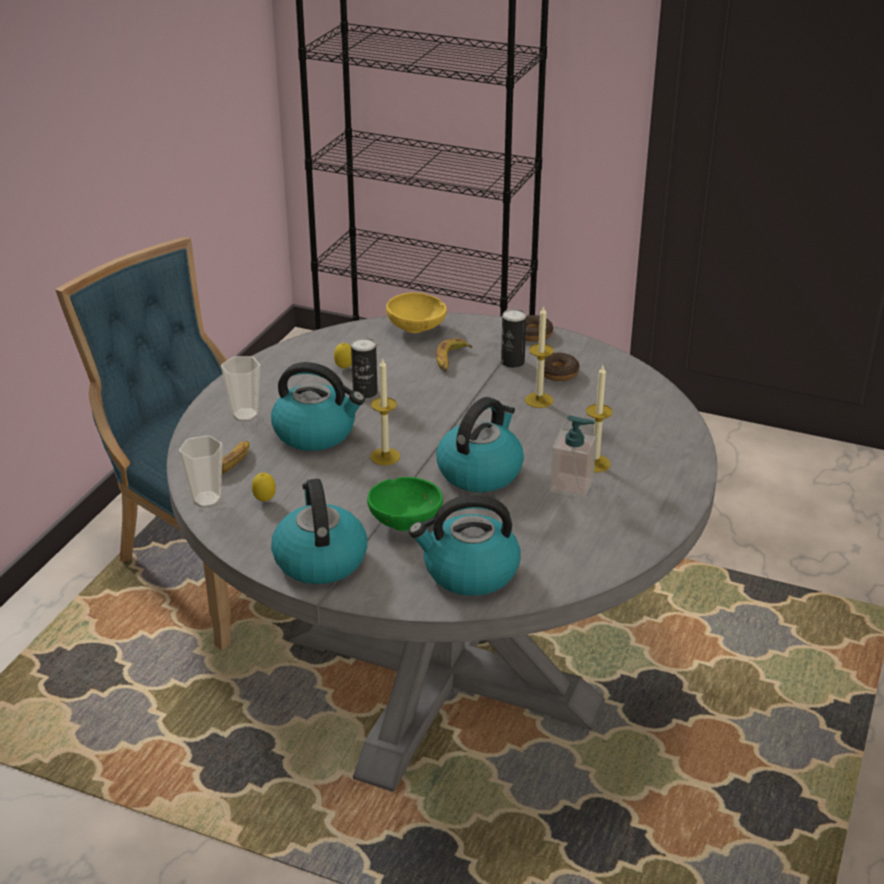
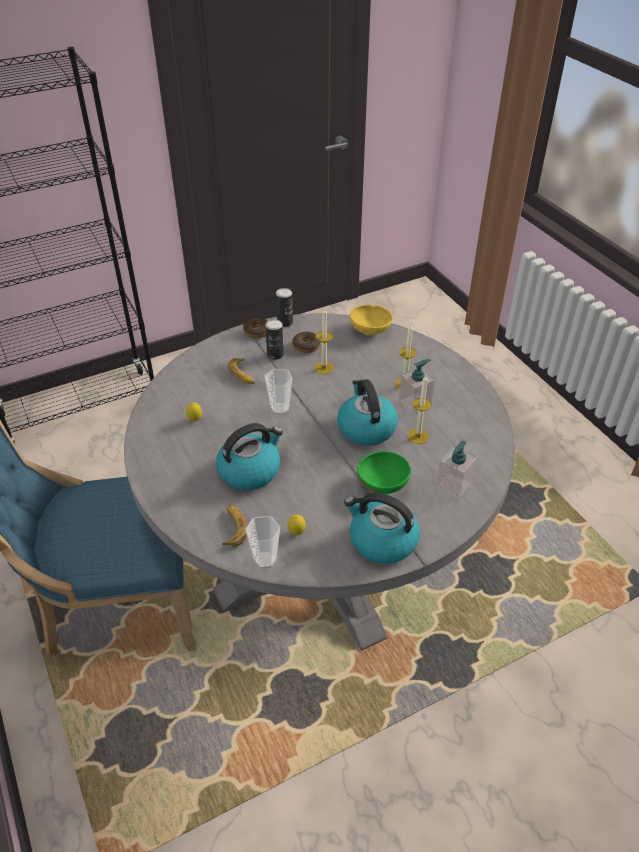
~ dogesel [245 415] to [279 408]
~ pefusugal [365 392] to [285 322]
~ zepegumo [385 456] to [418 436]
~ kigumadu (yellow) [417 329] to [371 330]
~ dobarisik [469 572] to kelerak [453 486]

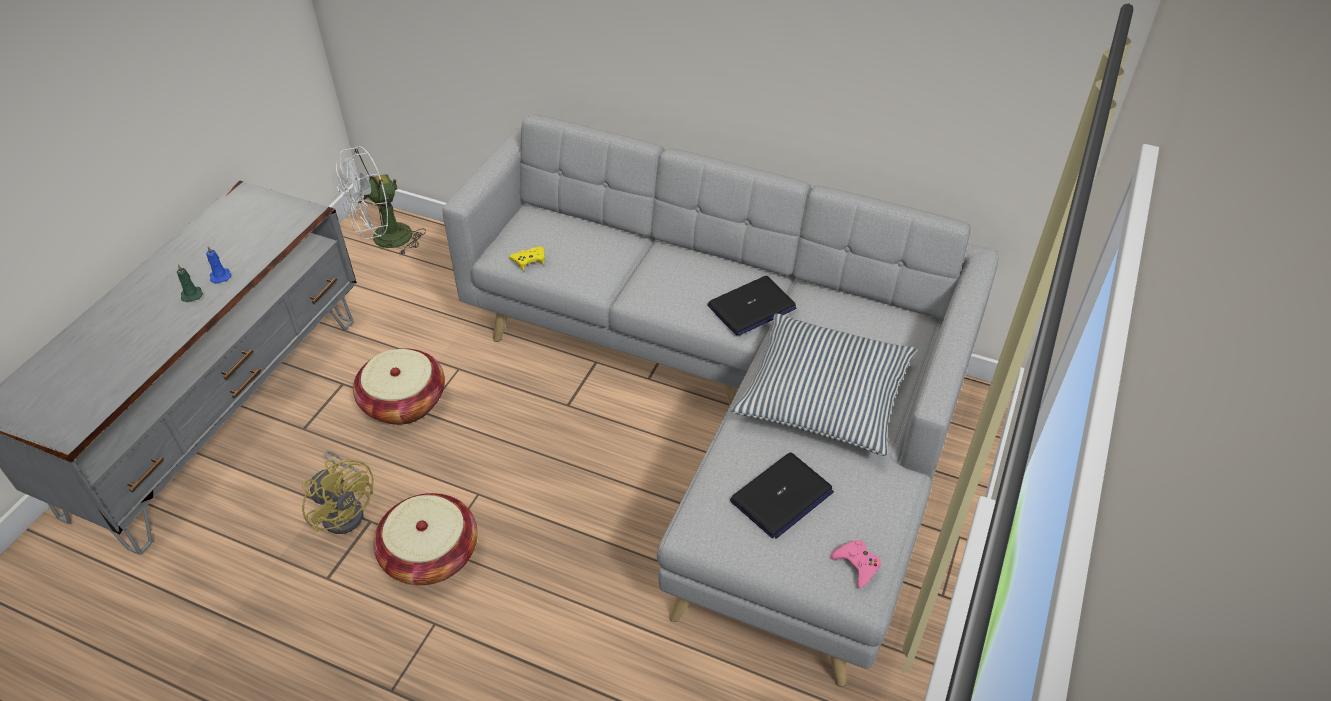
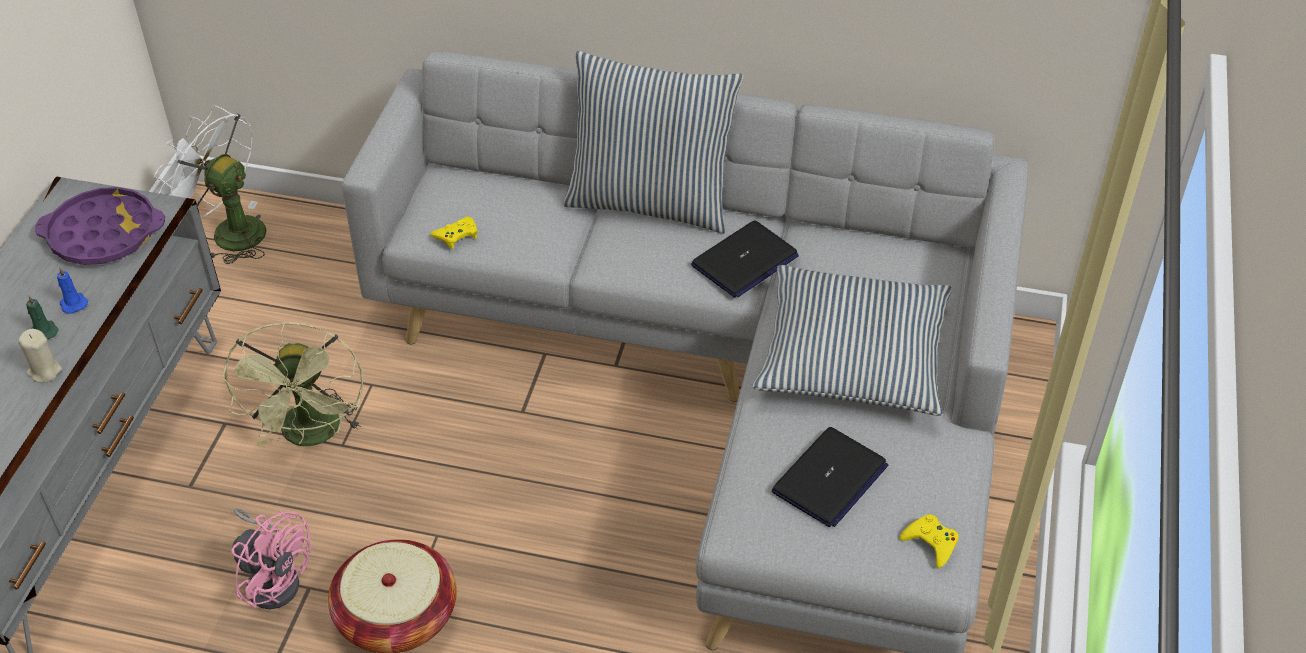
~ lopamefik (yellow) [346 509] to lopamefik (pink) [274 578]
~ lopamefik (white) [384 241] = [228 231] 75 degrees clockwise
~ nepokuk [404 402] to lopamefik (green) [312 436]
~ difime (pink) [857 565] to difime (yellow) [931 543]
+ zepegumo (beige) [44 371]
+ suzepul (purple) [104 234]
+ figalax [650 201]

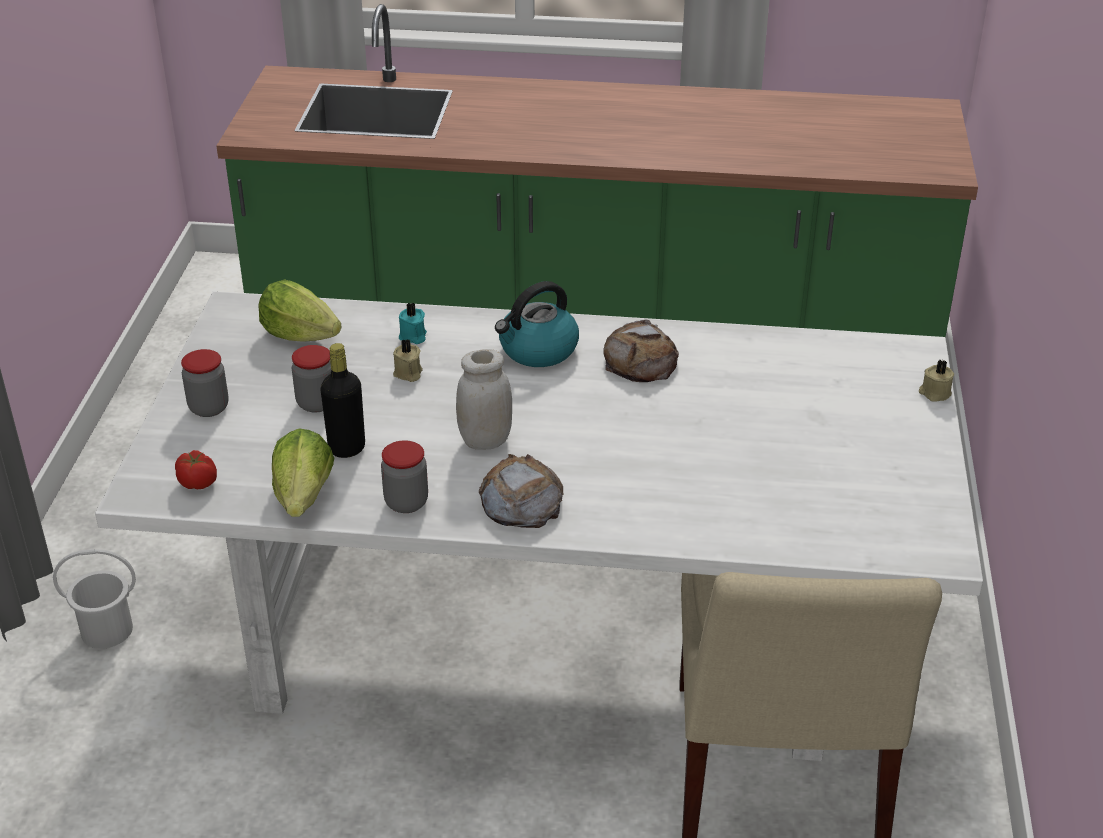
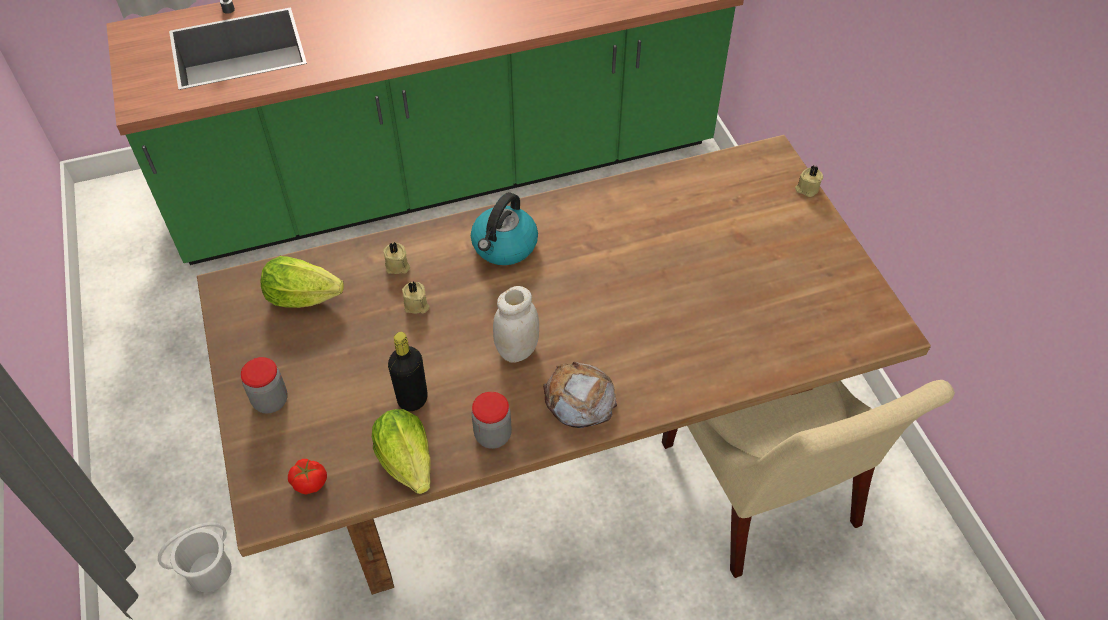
~ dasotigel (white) [554 635] to dasotigel (brown) [555 437]
- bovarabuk [316 403]
~ zepegumo (turquoise) [413 336] to zepegumo (beige) [397 266]
- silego [641 361]

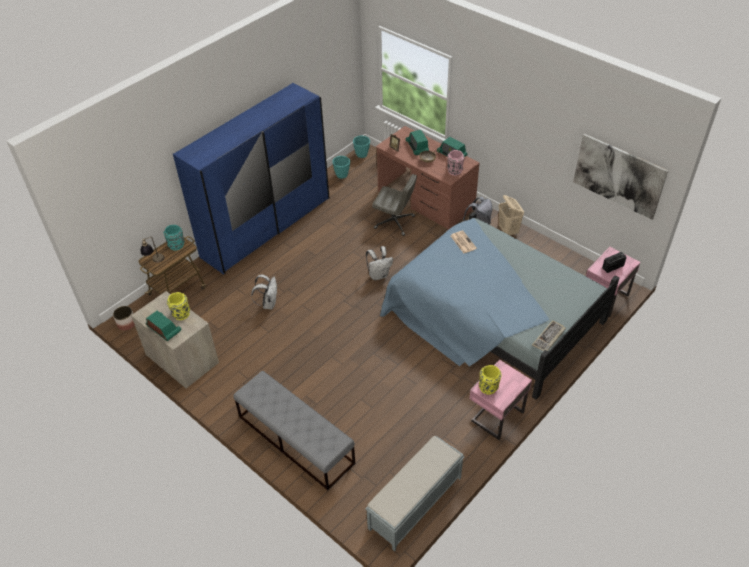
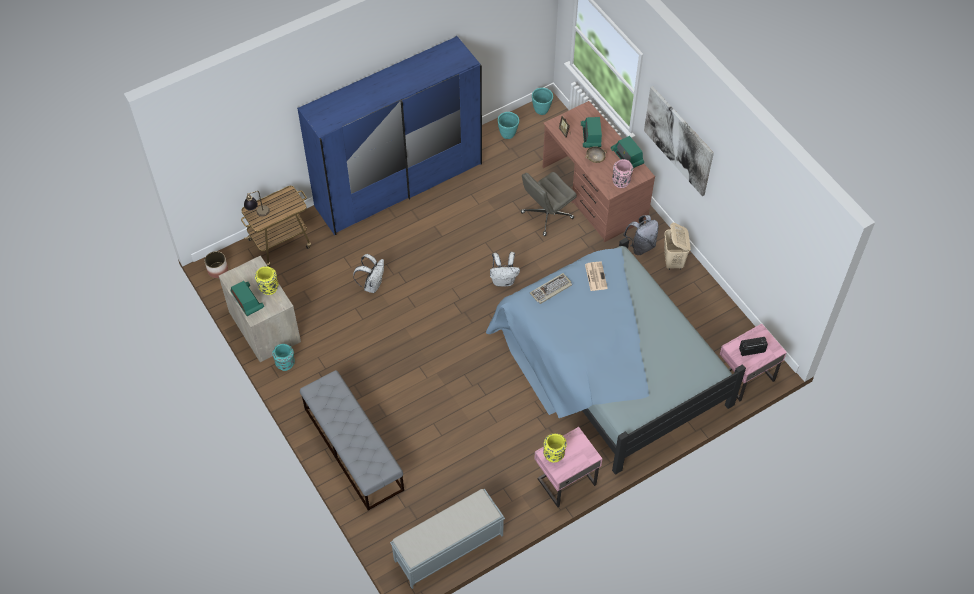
~ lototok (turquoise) [176 245] to [285 364]
~ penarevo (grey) [395 222] = [546 215] 105 degrees clockwise
~ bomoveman [549 337] to [551 290]
~ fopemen [618 175] to [678 140]

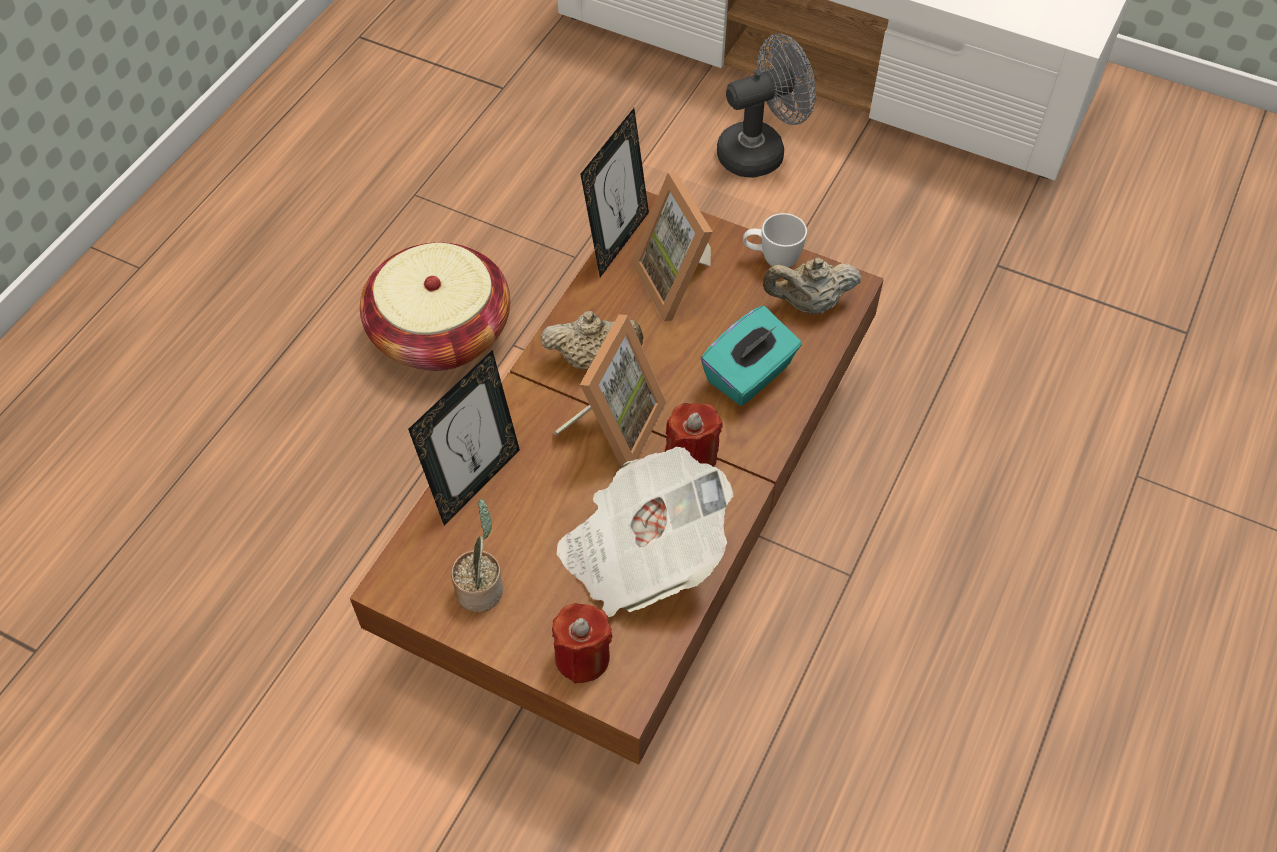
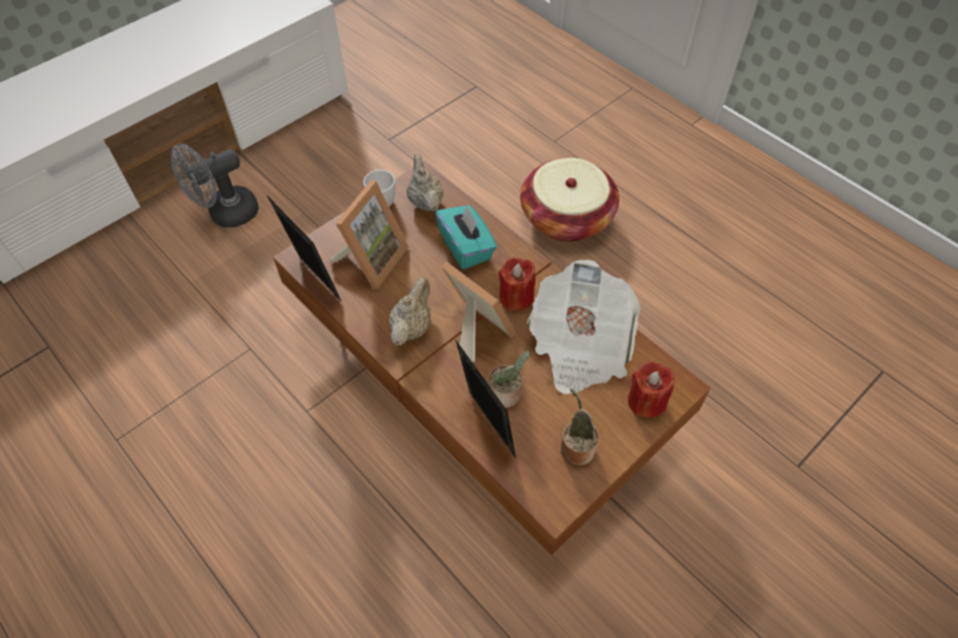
~ nepokuk [440 332] to [566 218]
~ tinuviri [679 282] = [371 259] 60 degrees counterclockwise
~ lopamefik (grey) [760 151] = [226 214] 120 degrees counterclockwise
~ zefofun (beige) [808 304] = [425 201] 150 degrees clockwise
+ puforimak [507 394]

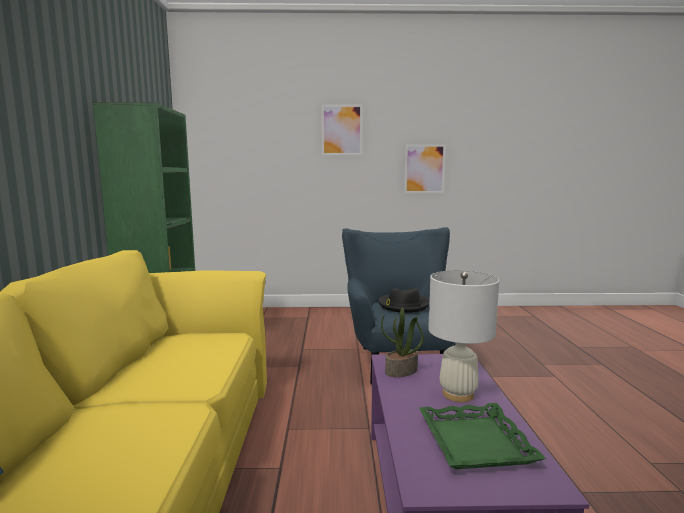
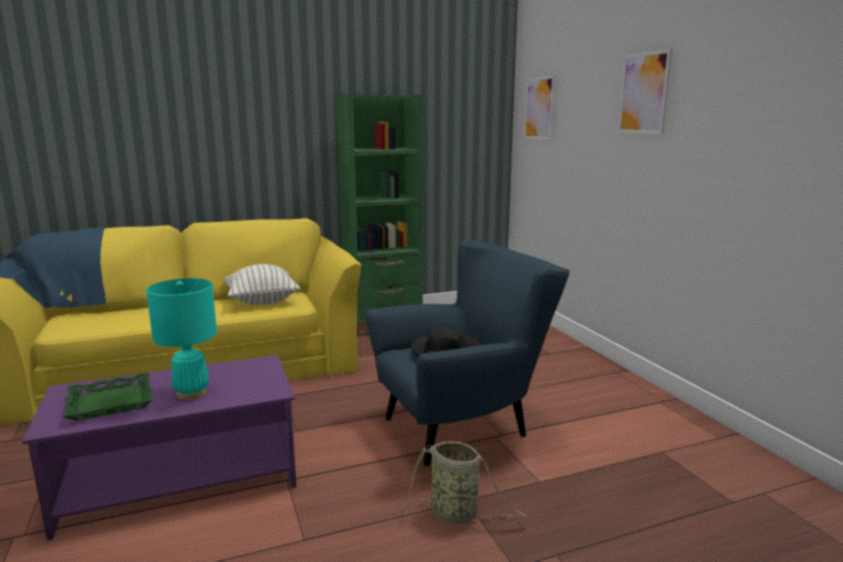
- puforimak [401 371]
~ fopemen [424 169] to [539 108]
~ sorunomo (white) [458 394] to sorunomo (turquoise) [191 393]
+ figalax [262 301]
+ nepokuk [457 515]

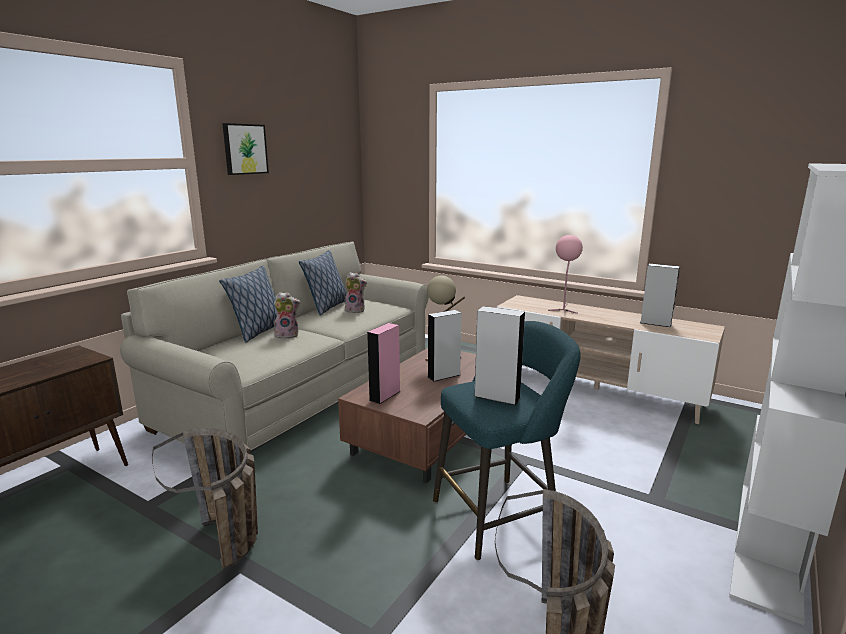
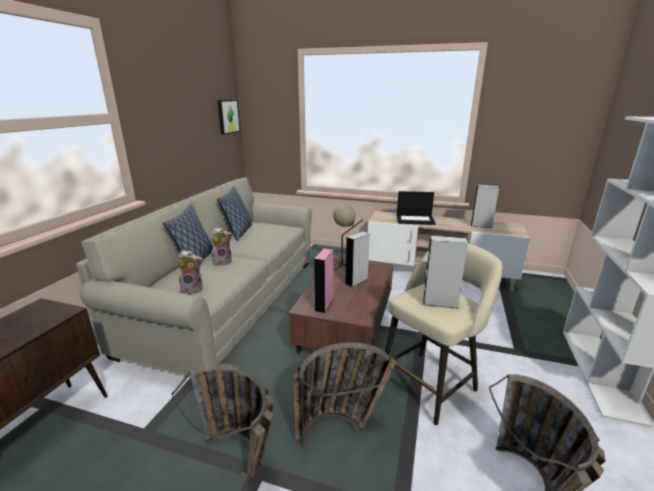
~ fopemen [244 149] to [228 116]
~ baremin [356 310] to [193 289]
~ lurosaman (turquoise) [500 515] to lurosaman (beige) [431 383]
~ sorunomo (pink) [564 309] to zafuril [415 219]
+ nepokuk [342 428]

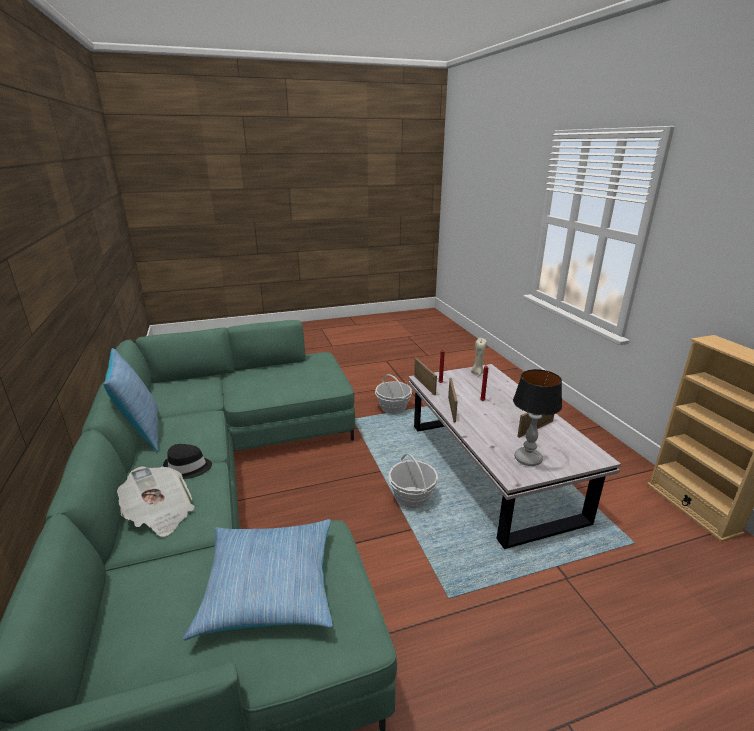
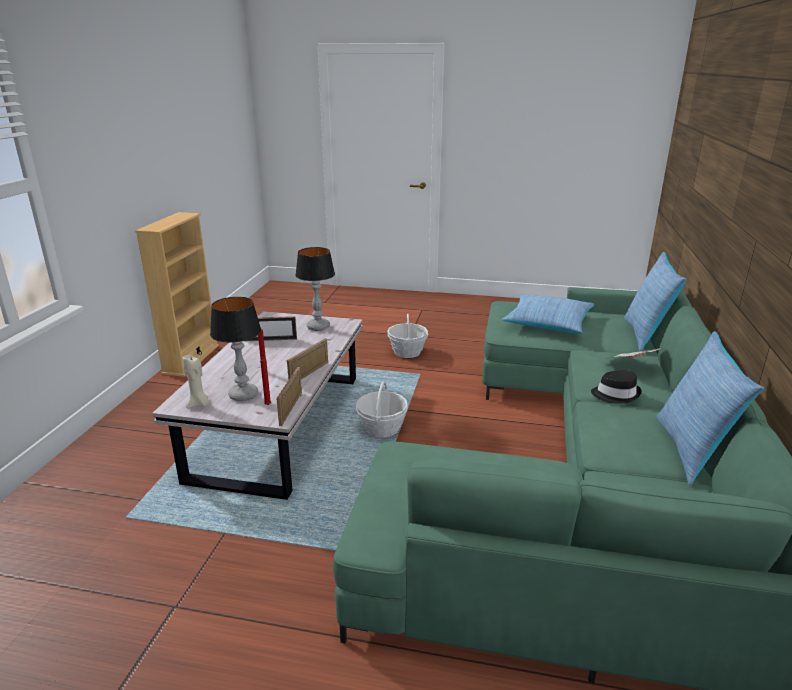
~ nepokuk [393 408] to [407 352]
+ sorunomo [242 395]
+ figalax [646 335]

